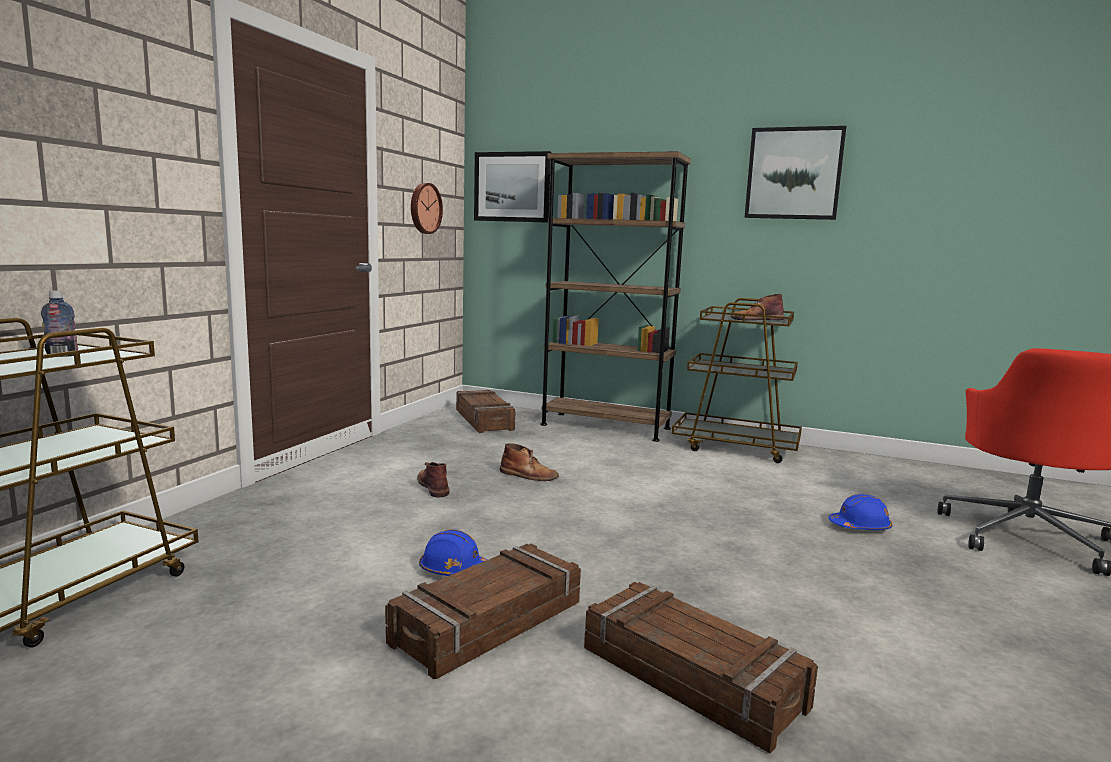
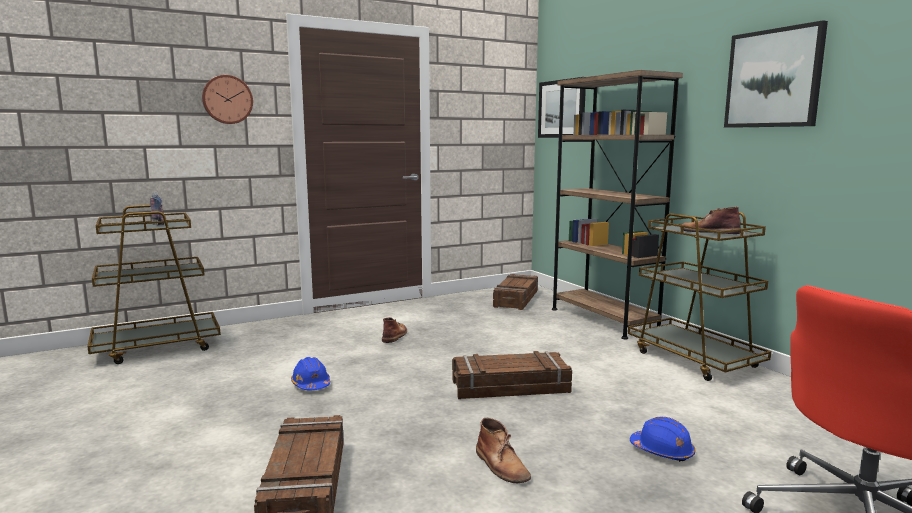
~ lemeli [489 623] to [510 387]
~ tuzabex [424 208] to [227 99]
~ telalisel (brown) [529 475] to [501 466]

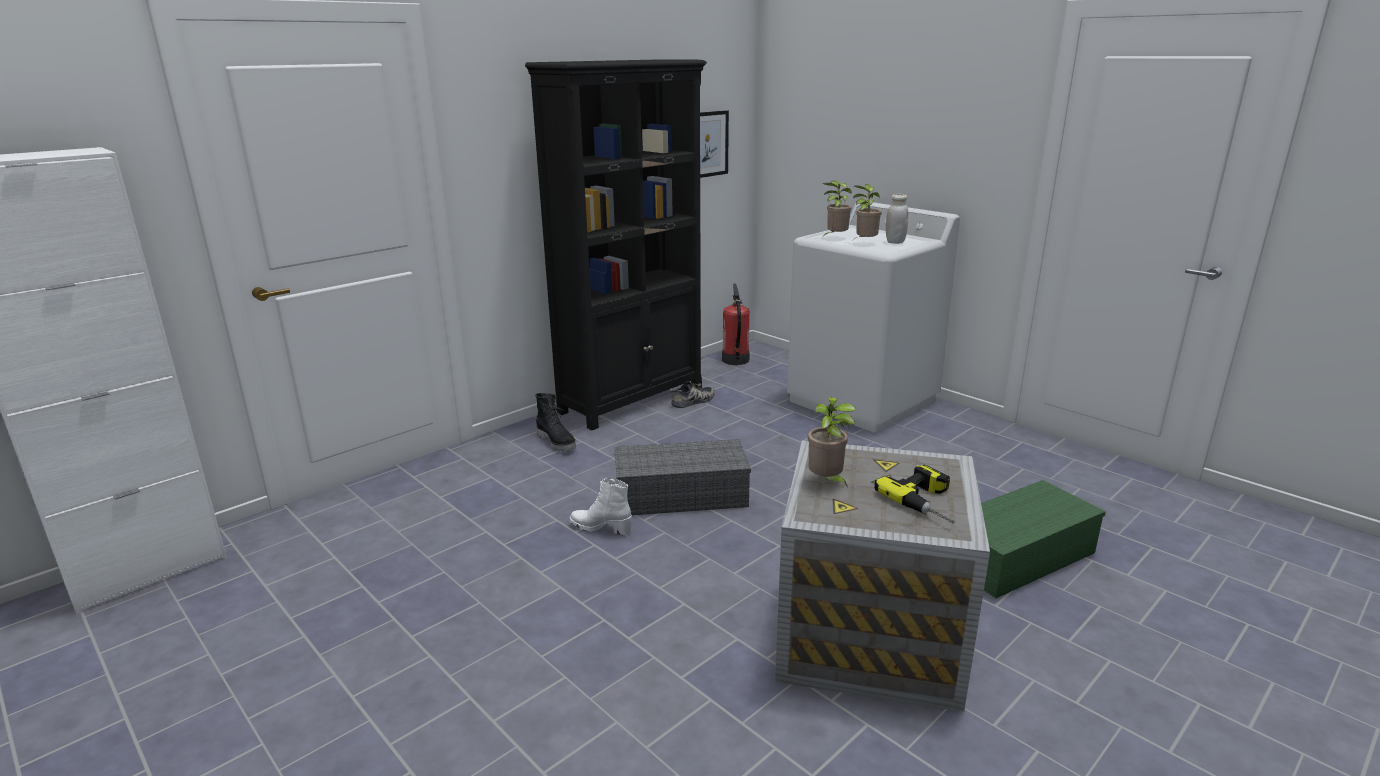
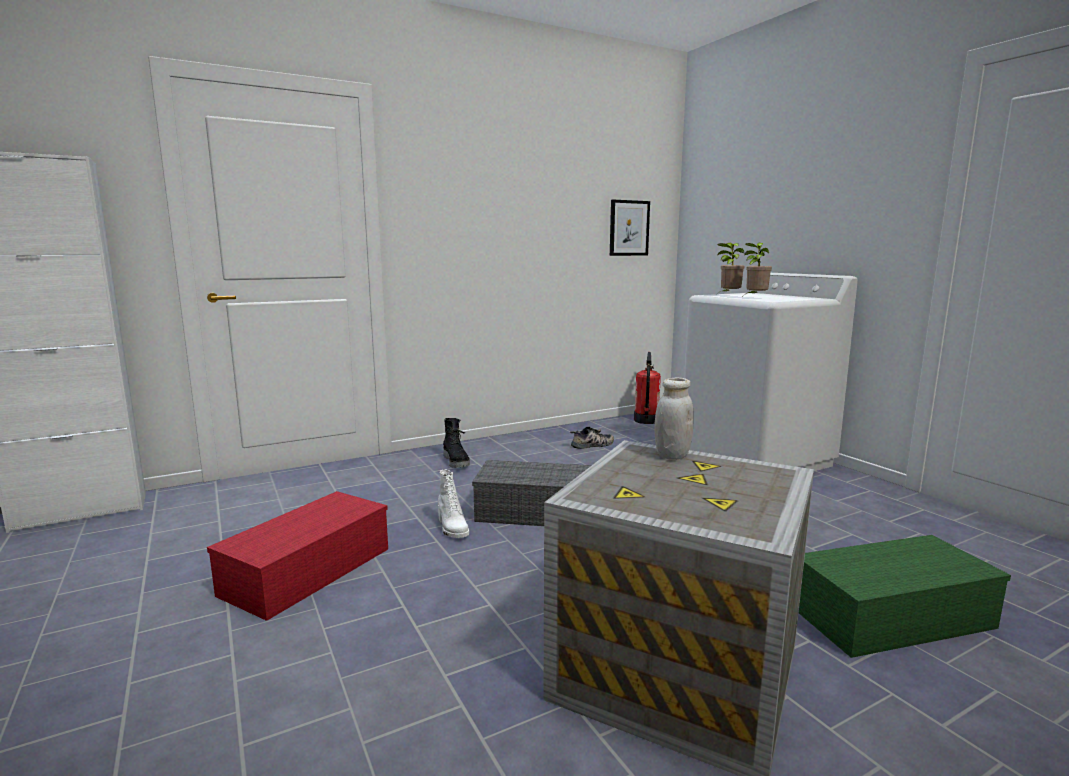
- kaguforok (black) [632 399]
~ telalisel (white) [601 527] = [452 528] 150 degrees counterclockwise
- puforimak [827 482]
- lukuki [929 502]
~ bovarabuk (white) [895 242] to [672 455]
+ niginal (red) [308 569]

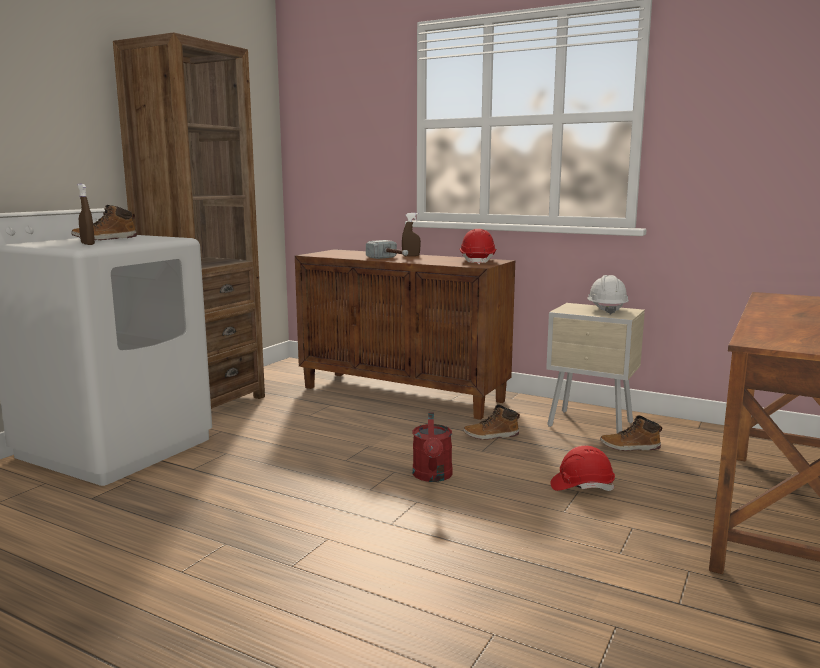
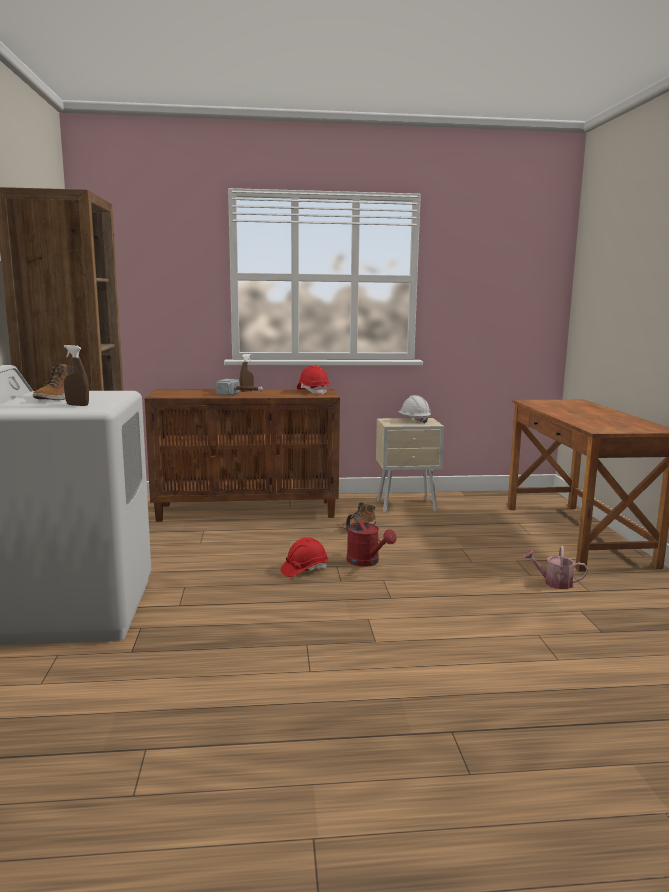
~ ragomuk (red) [581 486] to [304 569]
- telalisel [630 447]
+ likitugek [553 583]

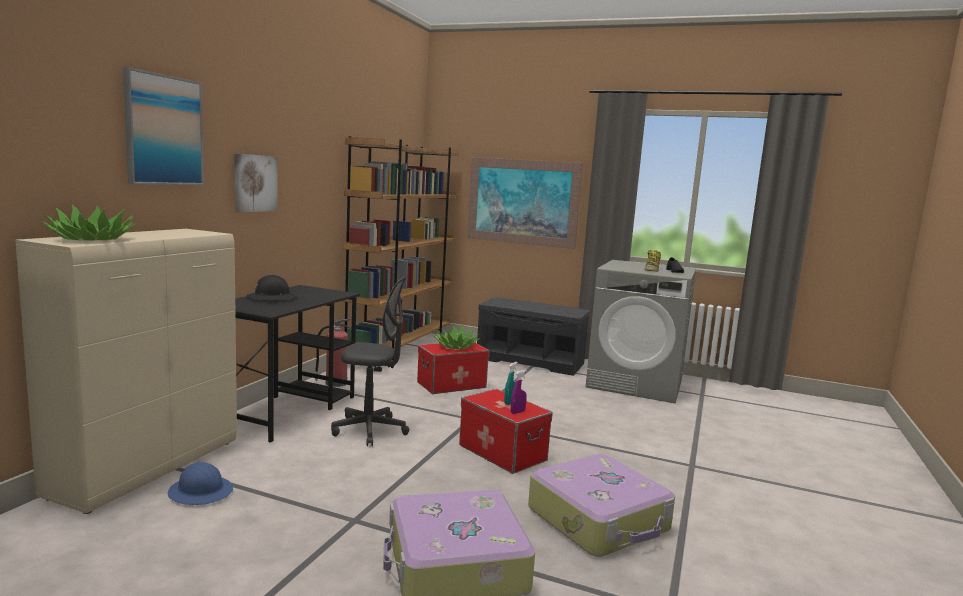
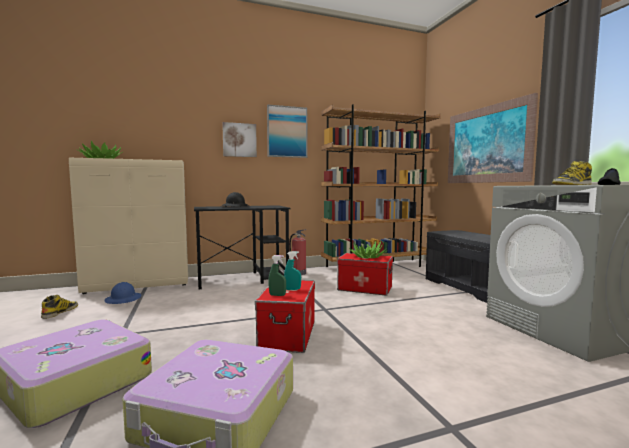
~ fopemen [163 130] to [287 132]
- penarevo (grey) [370 430]
~ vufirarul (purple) [517 412] to vufirarul (green) [277 295]
+ telalisel [60 312]

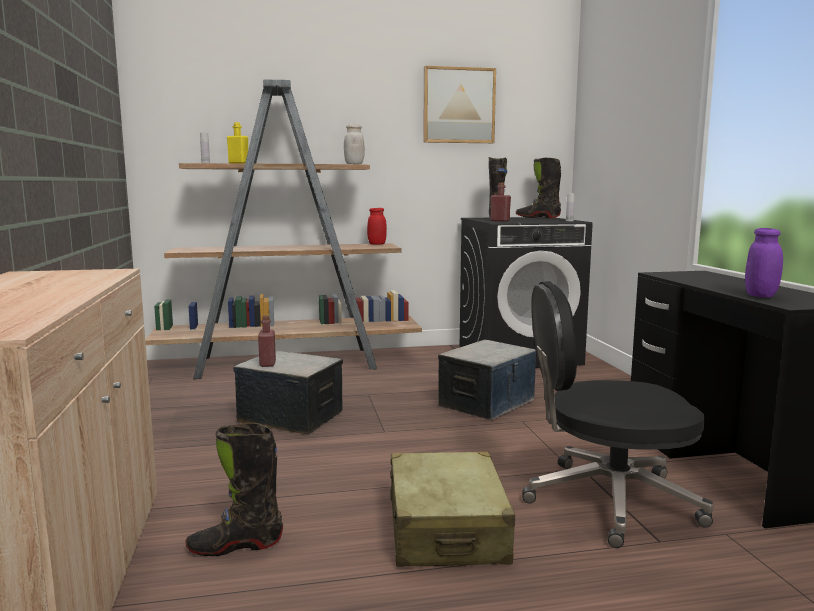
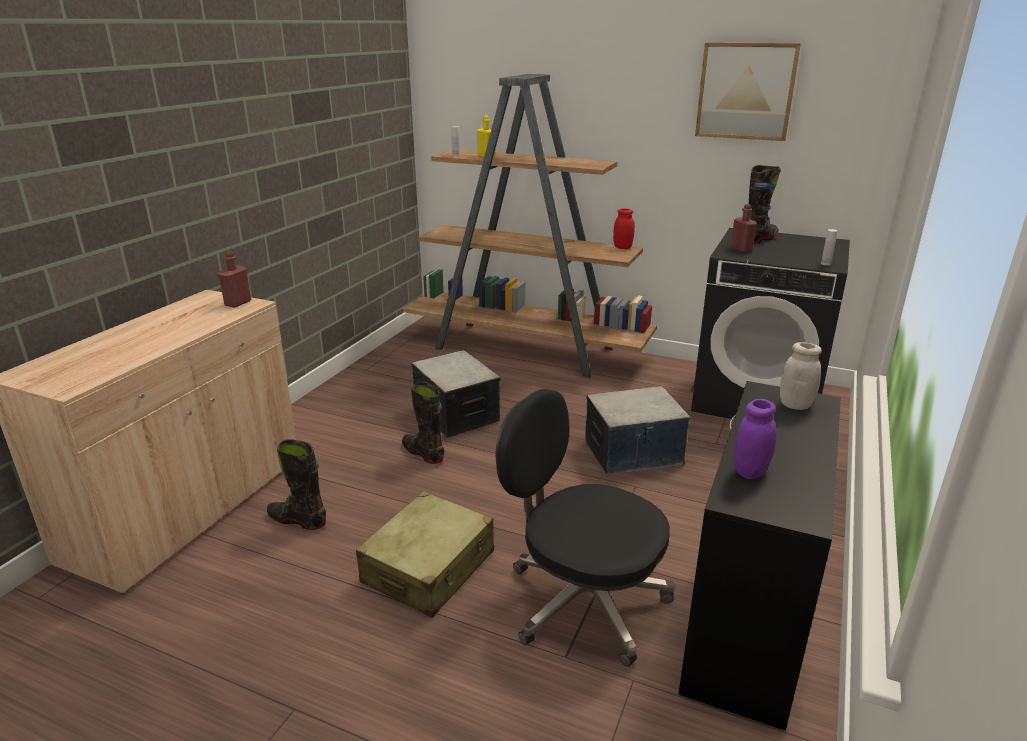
~ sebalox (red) [267 364] to [238 303]
~ bovarabuk (white) [354 164] to [795 405]
~ telalisel (black) [537 217] to [423 453]

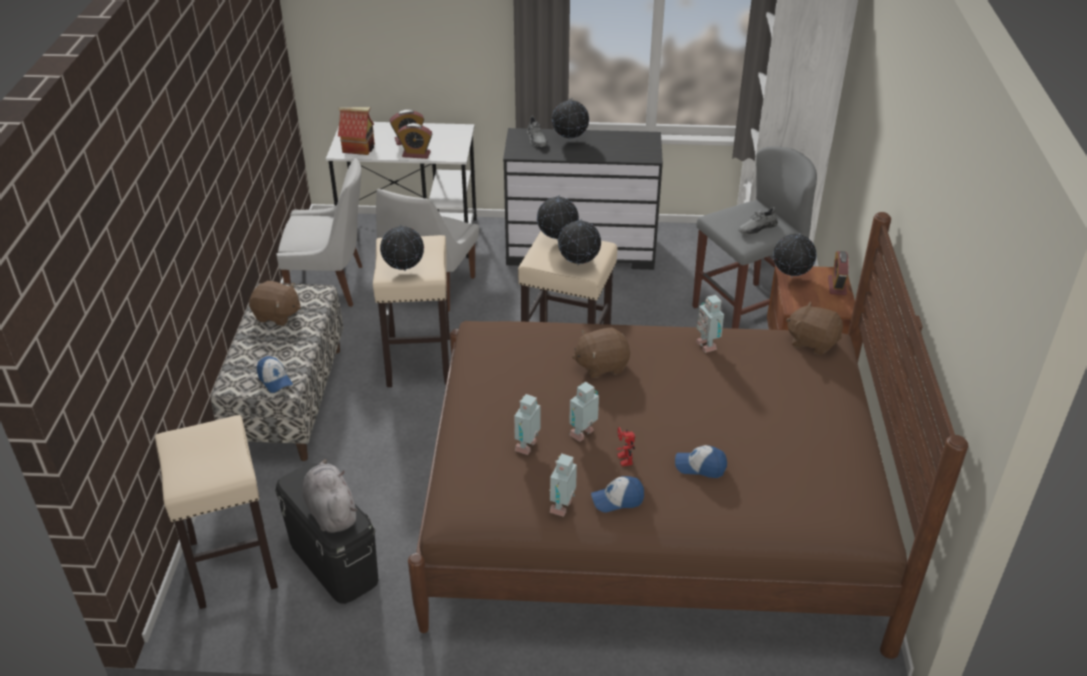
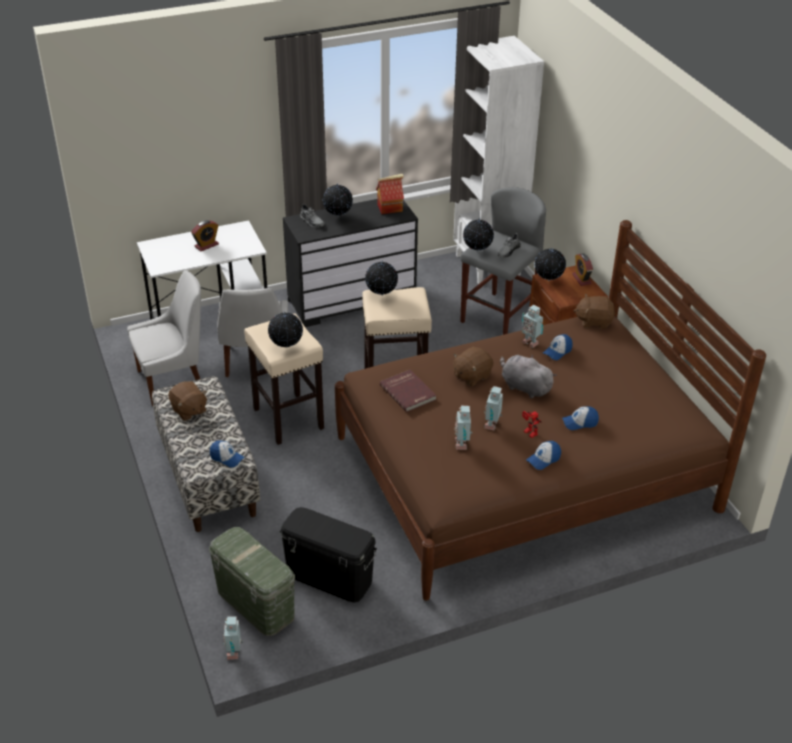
~ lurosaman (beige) [232 563] to niginal (green) [255 603]
~ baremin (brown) [277 315] = [189 410] 60 degrees clockwise
~ baremin (grey) [331 511] to [524 387]
~ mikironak [359 148] to [390 208]
- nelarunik [416 154]
~ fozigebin [563 507] to [234 652]
~ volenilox [579 265] to [477 251]
+ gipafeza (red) [408 392]
+ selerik [557 351]

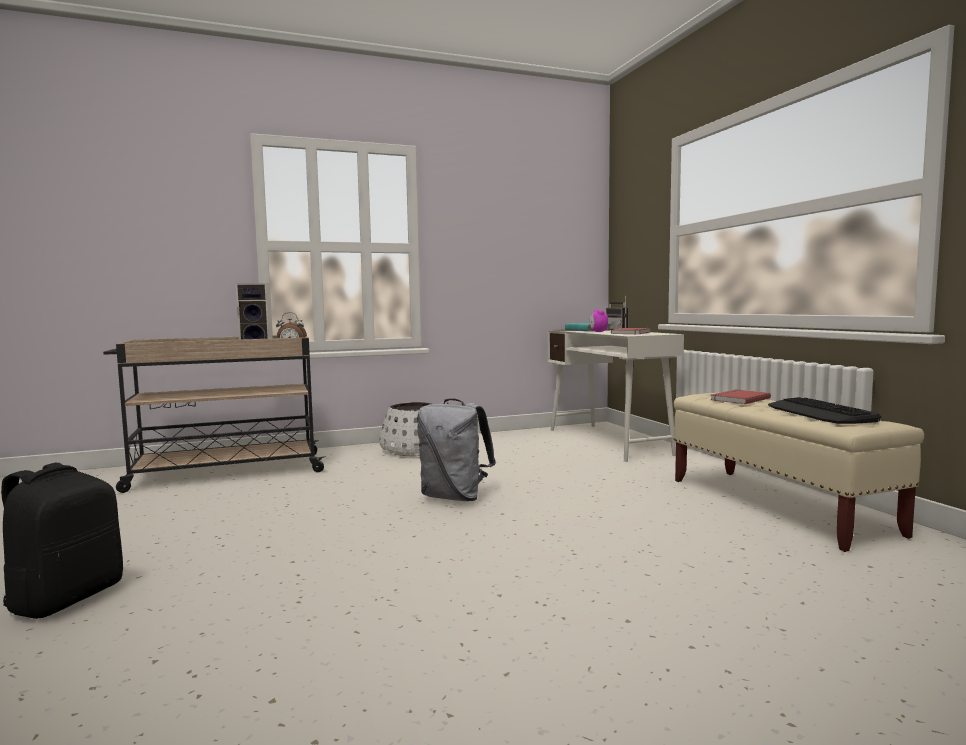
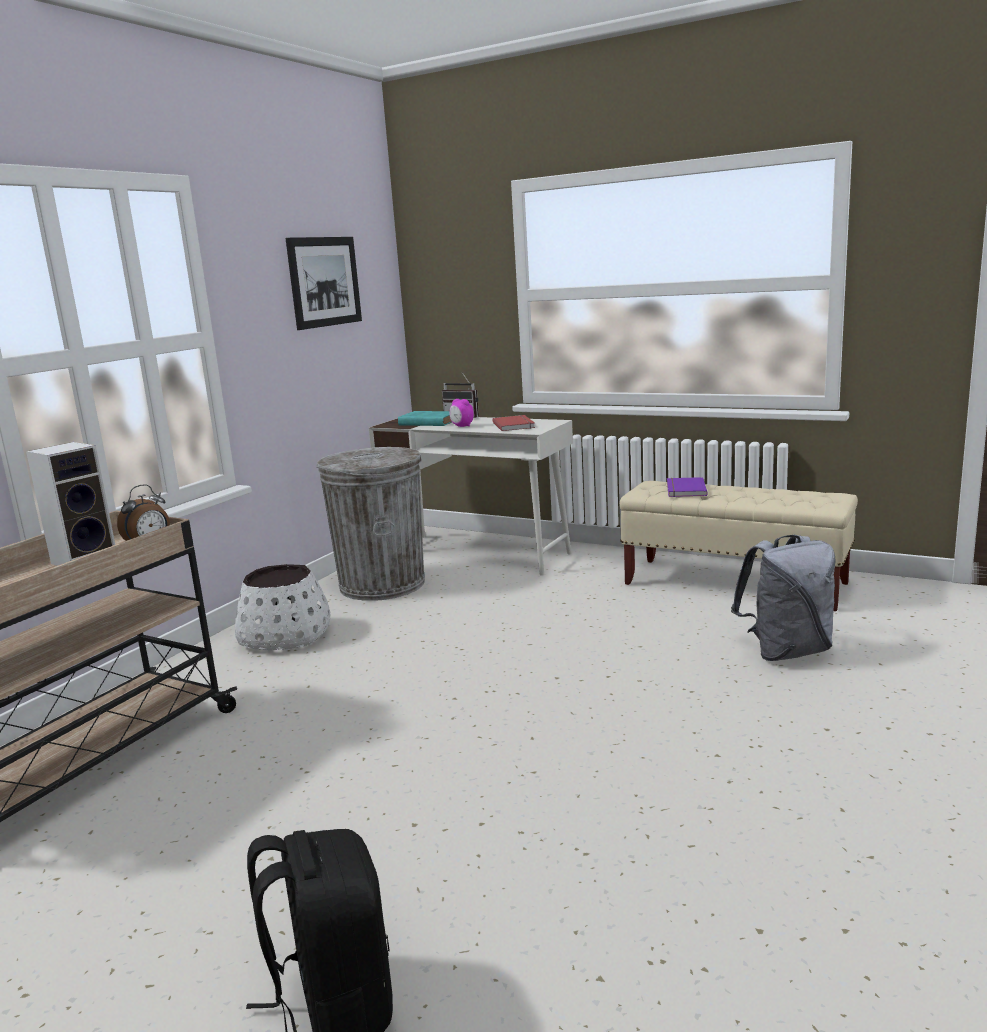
~ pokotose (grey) [455 497] to [786 651]
~ gipafeza (red) [738 399] to gipafeza (purple) [684 489]
- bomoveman [820 413]
+ fopemen [324 282]
+ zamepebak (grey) [382 584]

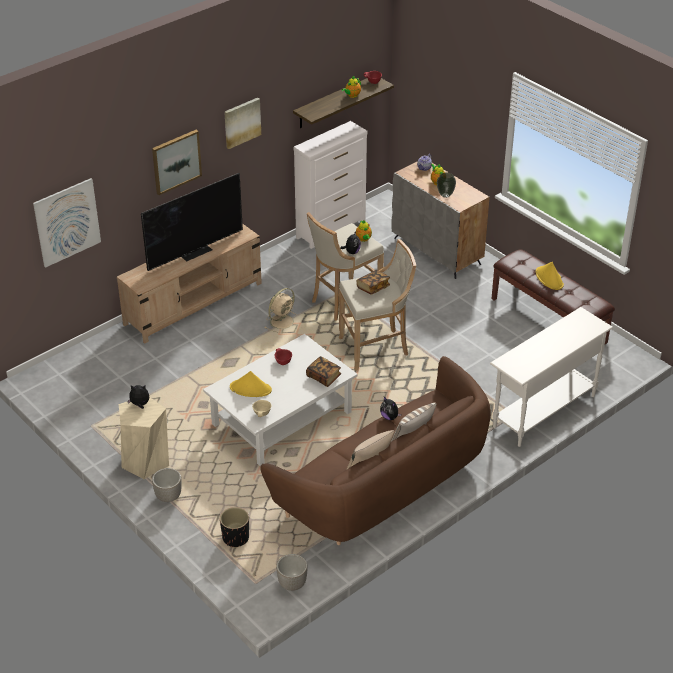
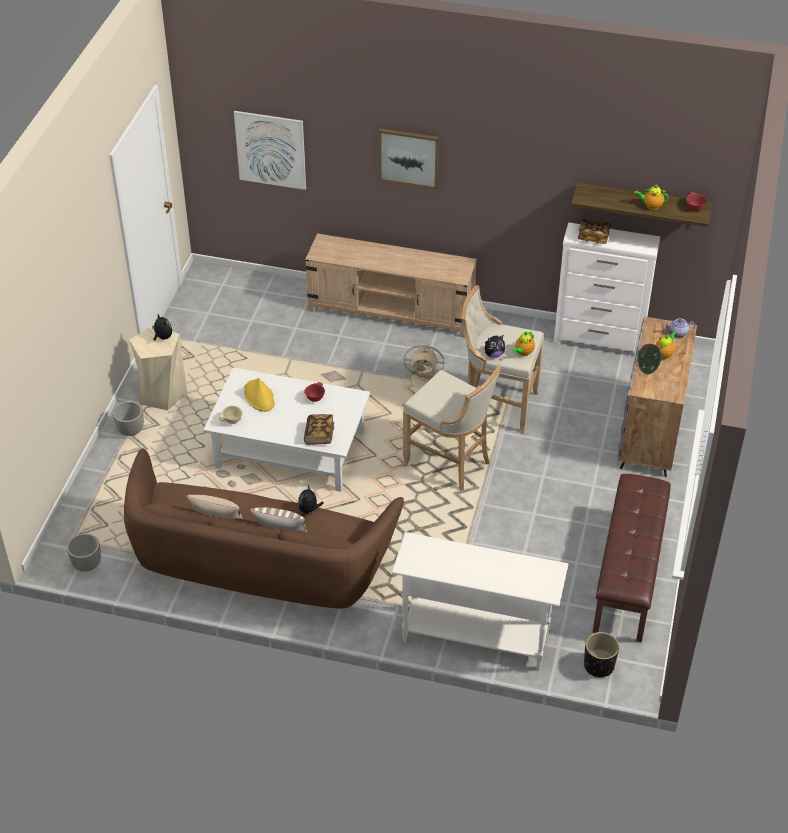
- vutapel [195 251]
~ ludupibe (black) [235 537] to [599 665]
- fopemen [242 122]
~ gipafeza [373 287] to [593 237]
- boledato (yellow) [549 279]

